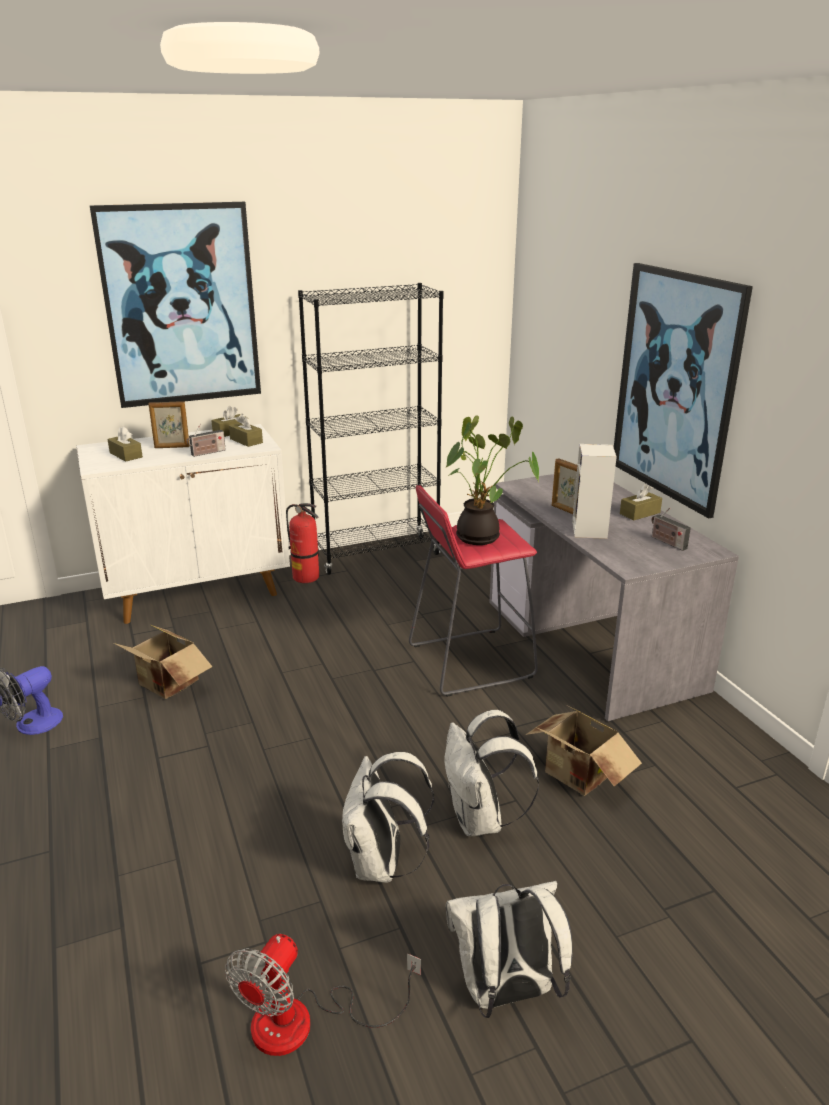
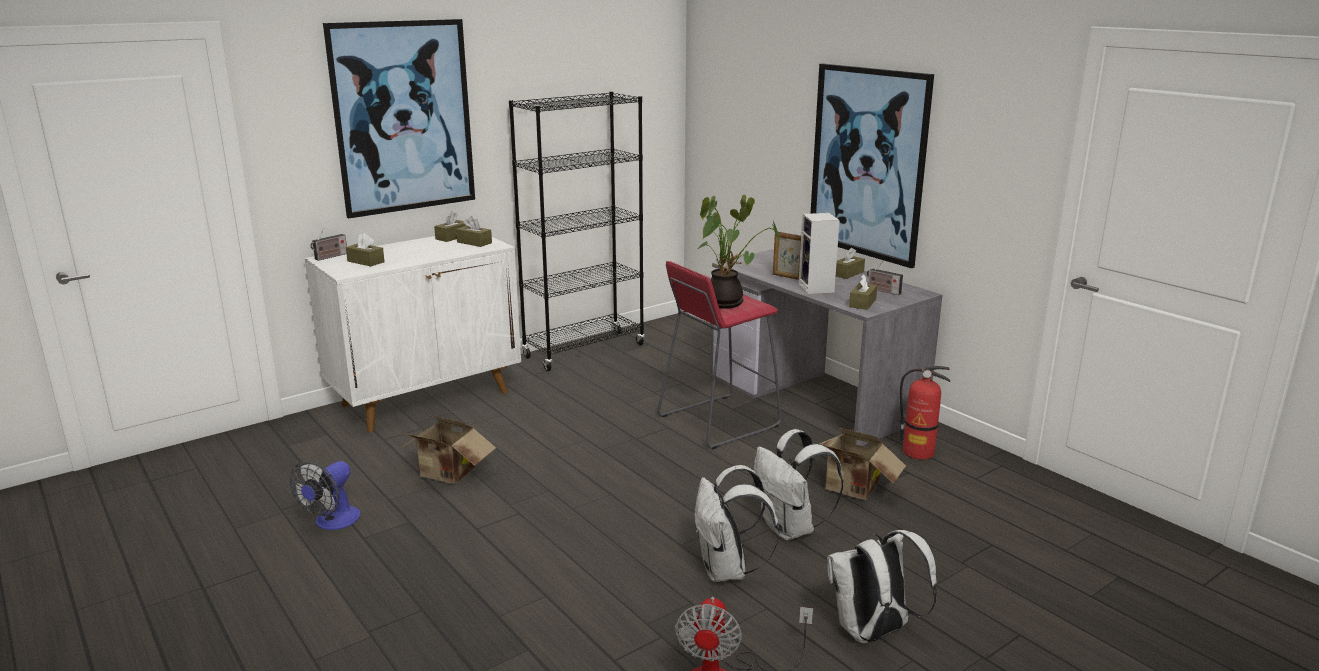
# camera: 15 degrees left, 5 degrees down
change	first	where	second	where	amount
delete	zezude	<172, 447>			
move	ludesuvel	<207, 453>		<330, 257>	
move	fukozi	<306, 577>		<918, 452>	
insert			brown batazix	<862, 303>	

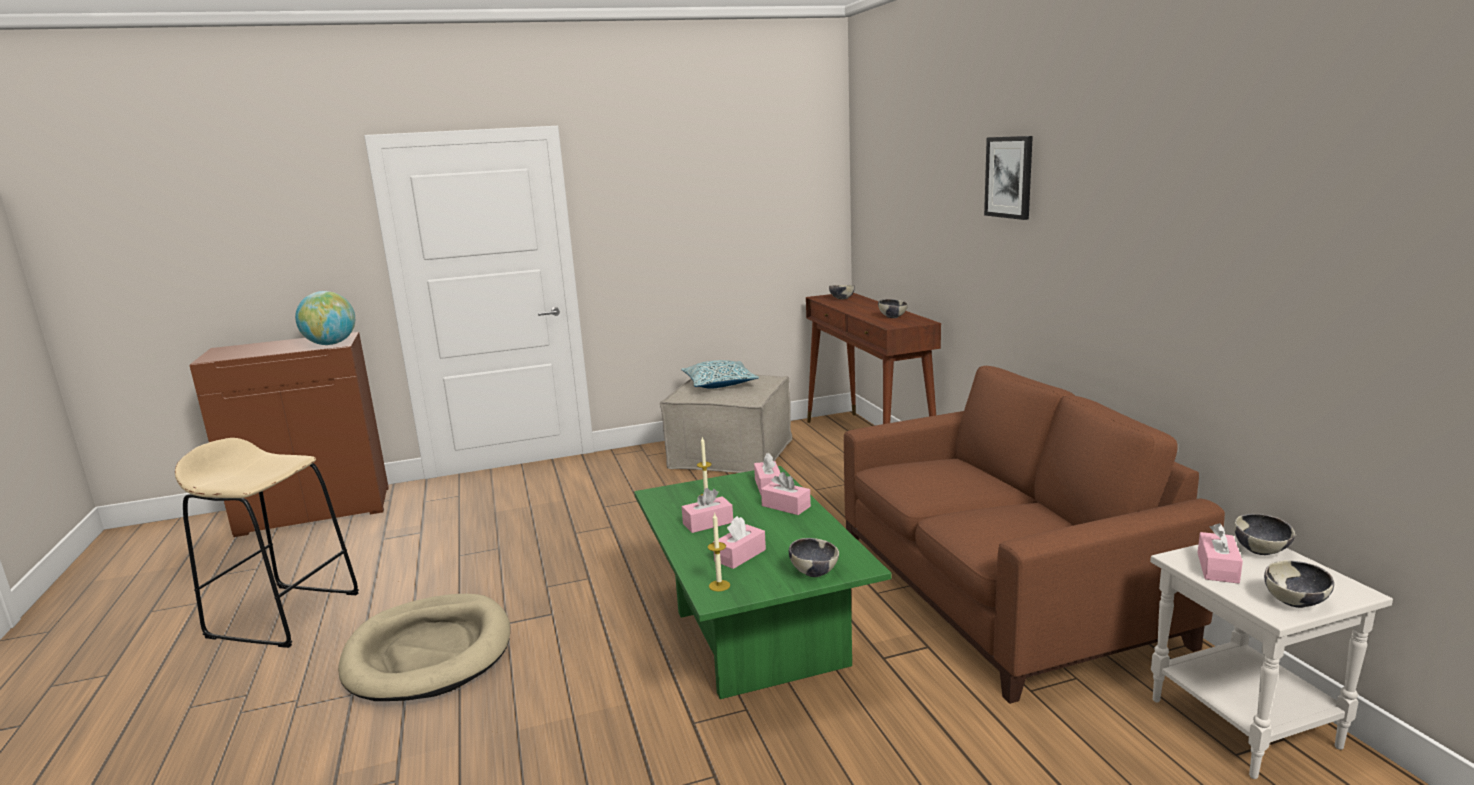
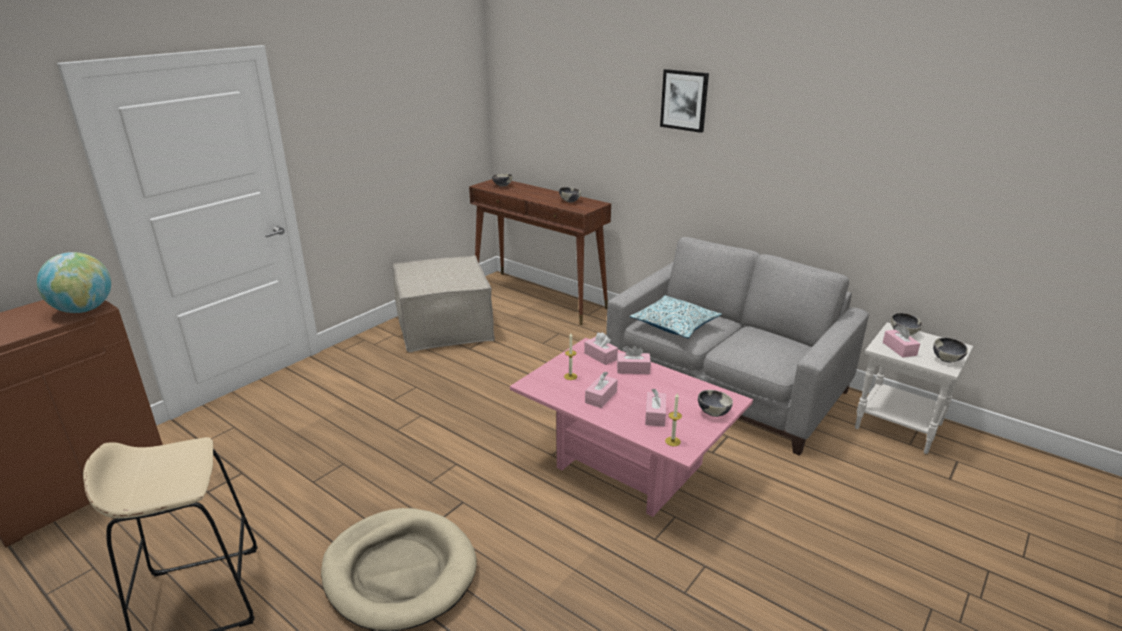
# camera: 35 degrees left, 10 degrees up
change	first	where	second	where	amount
recolor	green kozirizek	<753, 638>	pink kozirizek	<625, 467>	
move	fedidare	<719, 384>		<675, 325>	
recolor	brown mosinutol	<998, 588>	grey mosinutol	<724, 385>	

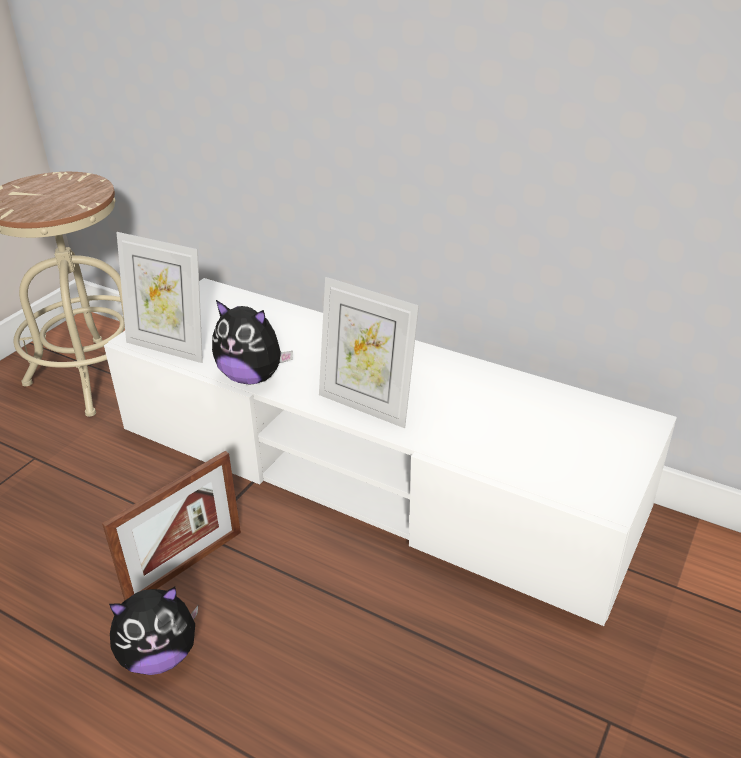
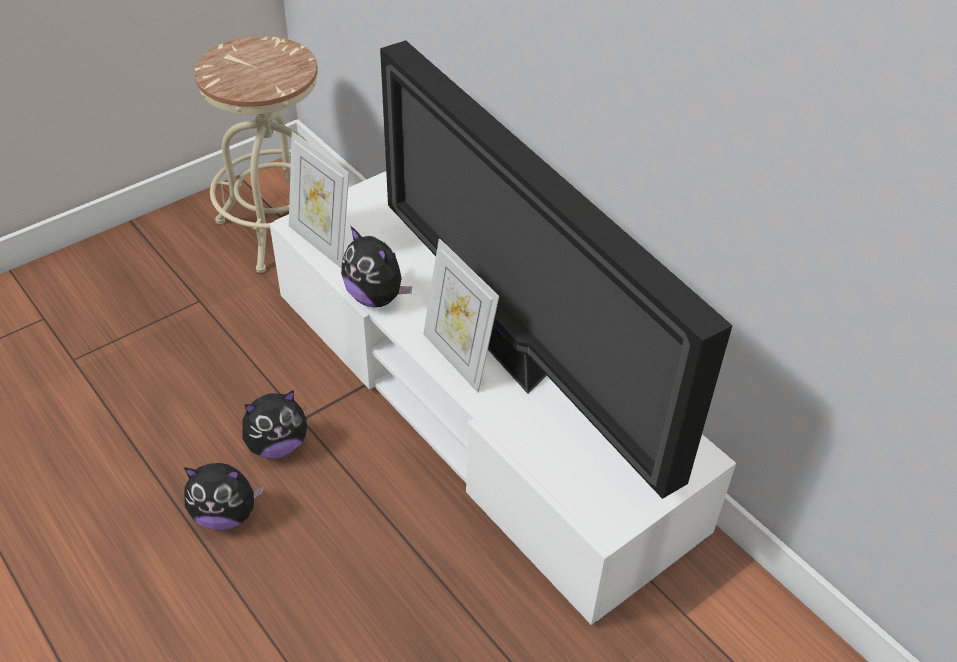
# camera: 20 degrees right, 10 degrees up
change	first	where	second	where	amount
replace	zezude	<185, 566>	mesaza	<277, 445>	
insert			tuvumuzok	<514, 360>	

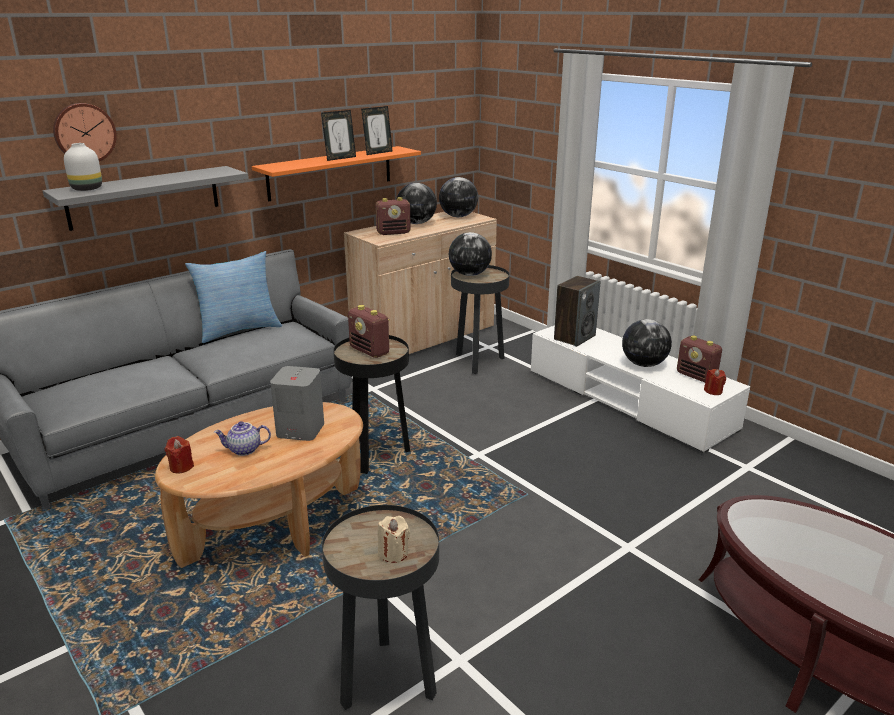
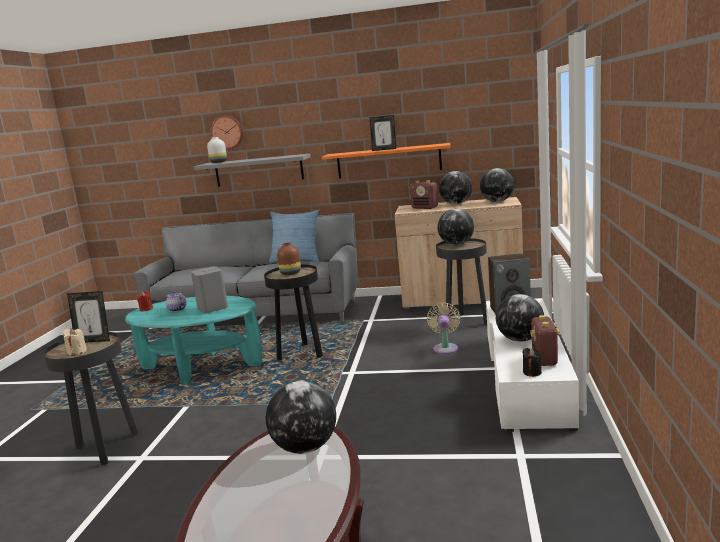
# camera: 50 degrees right, 10 degrees down
change	first	where	second	where	amount
recolor	brown kozirizek	<274, 526>	turquoise kozirizek	<201, 368>	
replace	ludesuvel	<370, 351>	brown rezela	<291, 273>	
move	zezude	<378, 152>		<94, 340>	
recolor	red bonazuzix	<713, 391>	black bonazuzix	<532, 372>	
insert			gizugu	<305, 447>	
insert			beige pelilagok	<445, 348>	

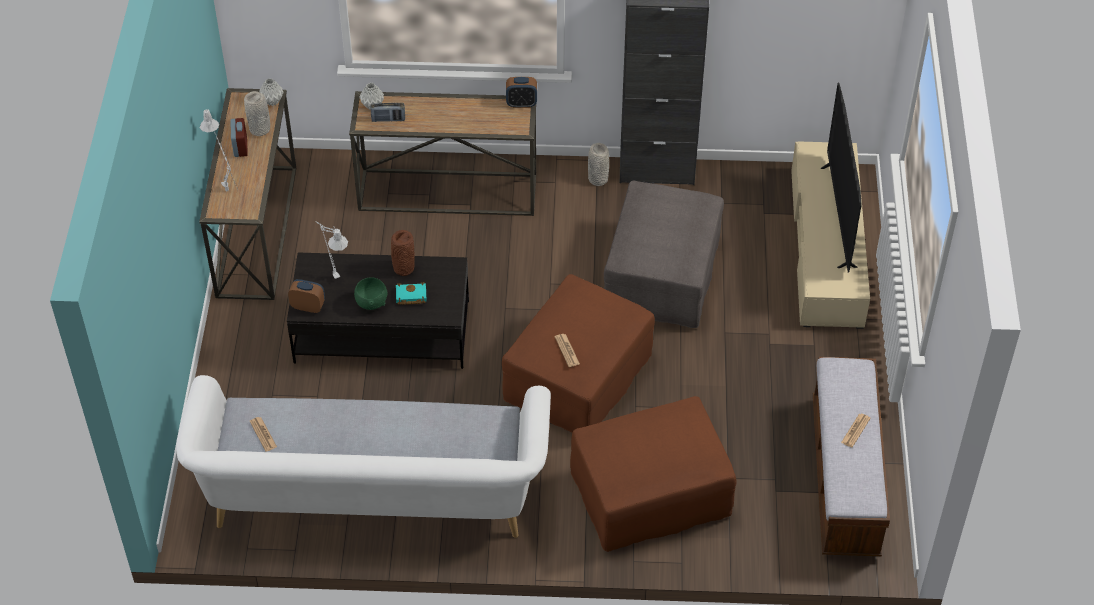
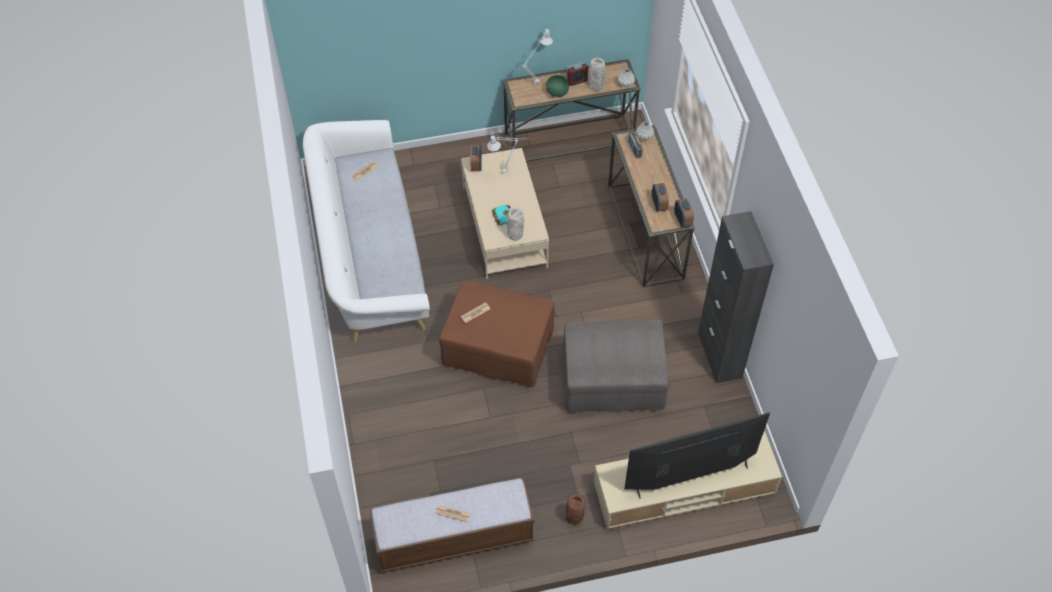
# camera: 75 degrees right, 5 degrees up
change	first	where	second	where	amount
recolor	black kozirizek	<382, 332>	beige kozirizek	<504, 227>	
move	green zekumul	<371, 302>		<557, 93>	
move	brown rezela	<403, 268>		<574, 517>	
delete	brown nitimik	<650, 495>			
move	grey rezela	<598, 180>		<514, 235>	
insert			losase	<658, 205>	

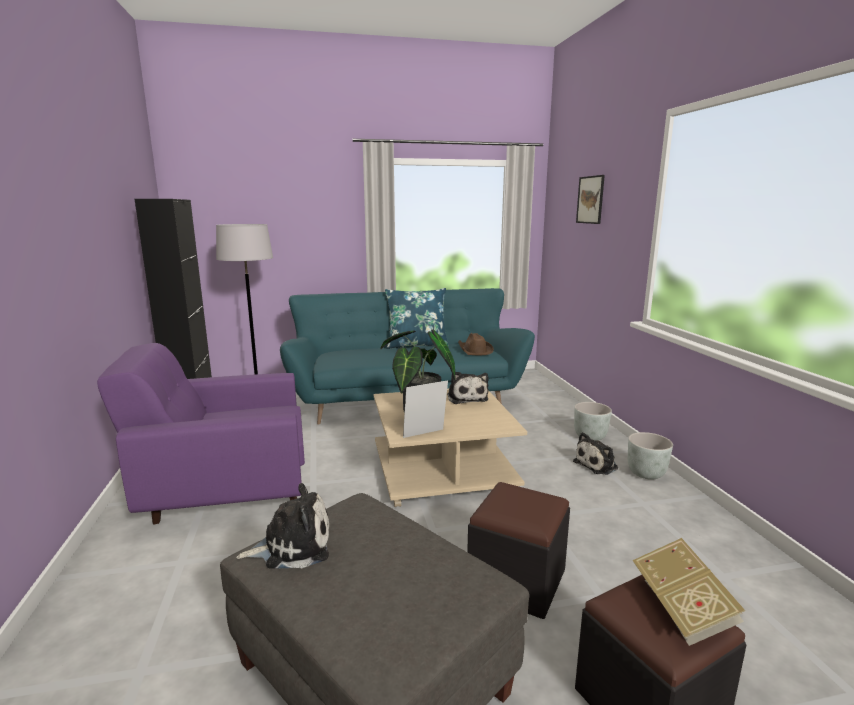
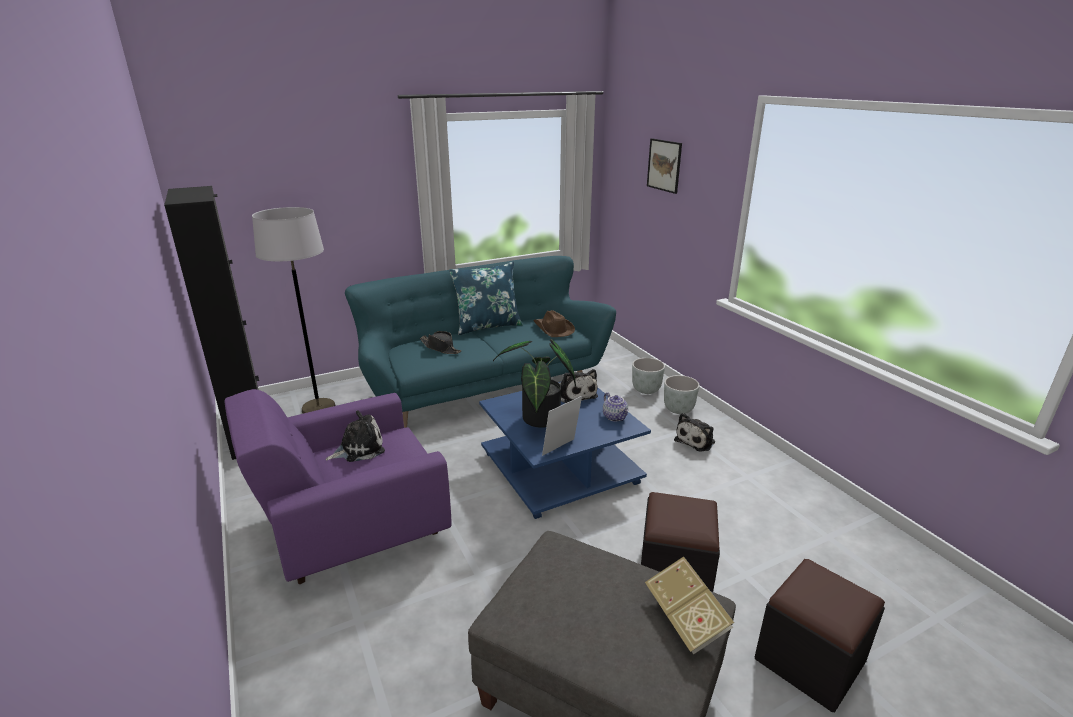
# camera: 15 degrees left, 10 degrees up
change	first	where	second	where	amount
move	mesaza	<293, 546>		<359, 448>	
recolor	beige kozirizek	<444, 469>	blue kozirizek	<560, 467>	
move	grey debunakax	<646, 474>		<646, 390>	
move	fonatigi	<682, 609>		<686, 619>	
insert			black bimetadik	<440, 348>	
insert			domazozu	<615, 417>	

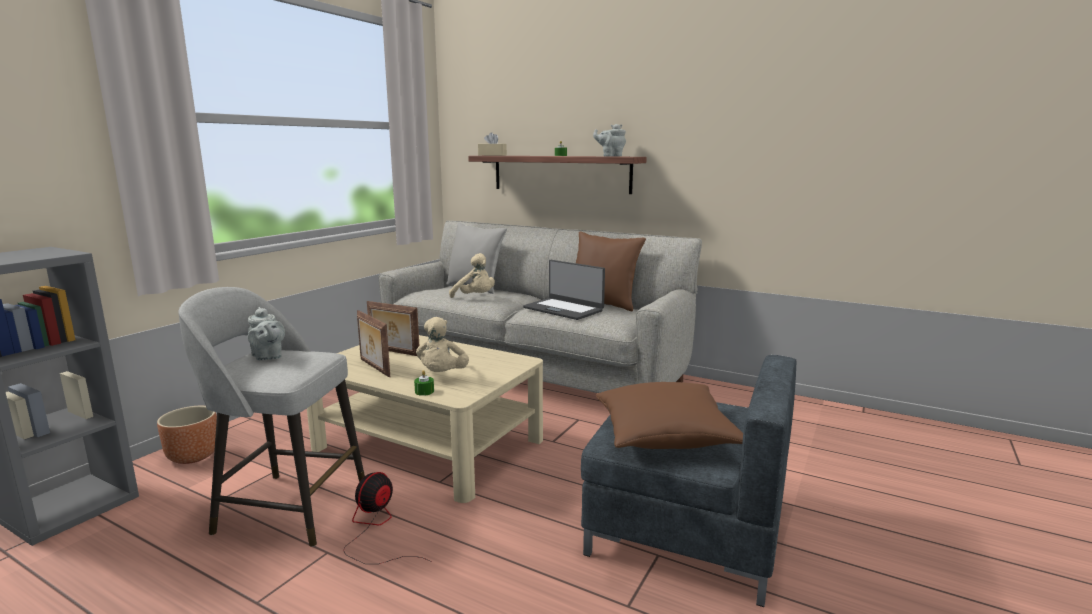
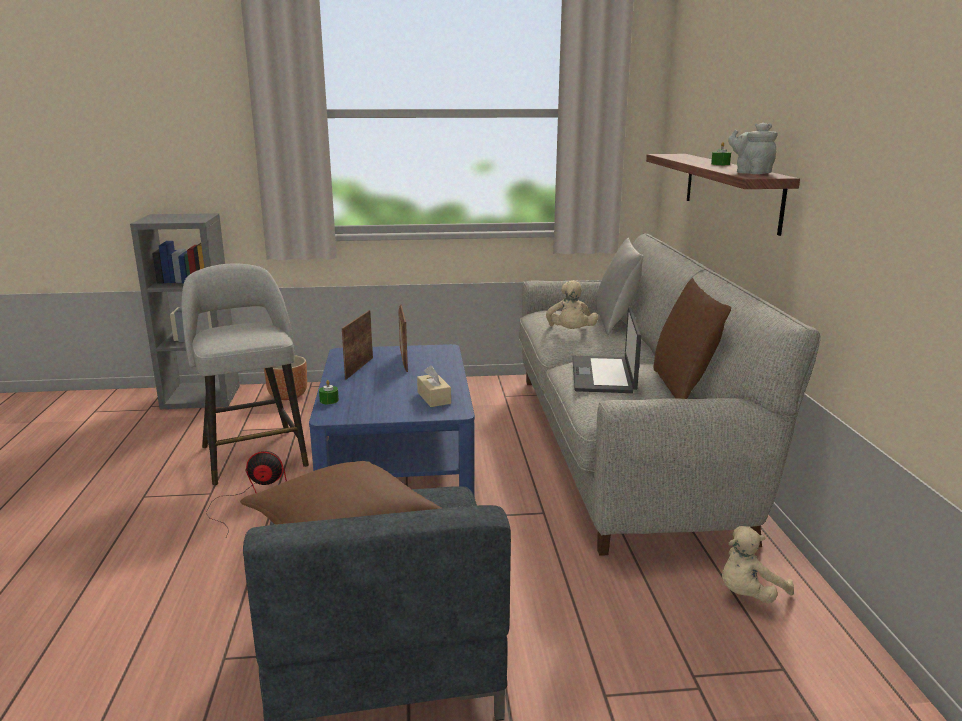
# camera: 55 degrees right, 5 degrees up
change	first	where	second	where	amount
delete	grey domazozu	<267, 357>			
recolor	beige kozirizek	<429, 444>	blue kozirizek	<397, 462>	
move	beige mesaza	<442, 375>		<748, 595>	
move	beige batazix	<492, 155>		<434, 398>	

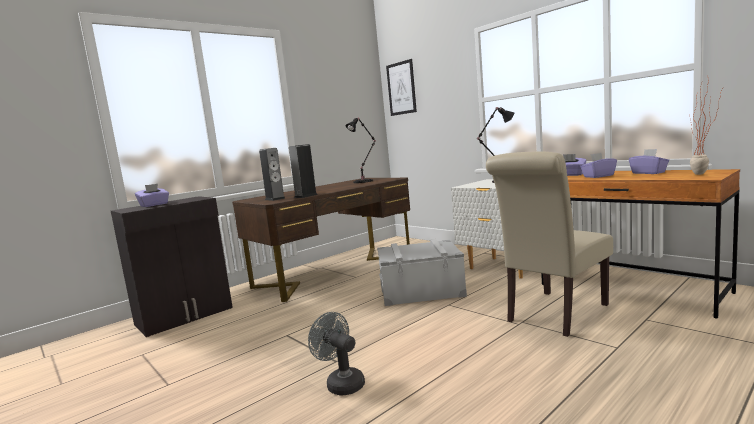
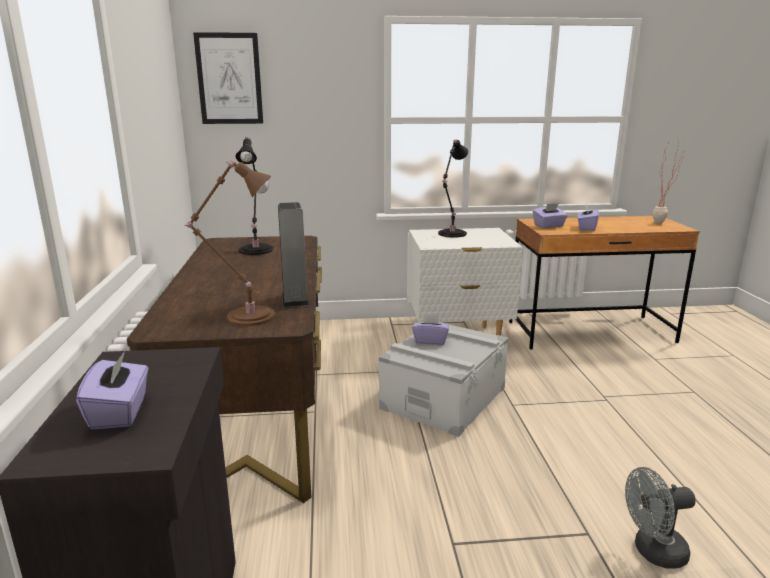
# camera: 55 degrees left, 10 degrees up
change	first	where	second	where	amount
replace	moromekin	<275, 199>	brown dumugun	<247, 316>	
delete	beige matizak	<553, 314>			
move	purple batazix	<648, 173>		<430, 341>	

